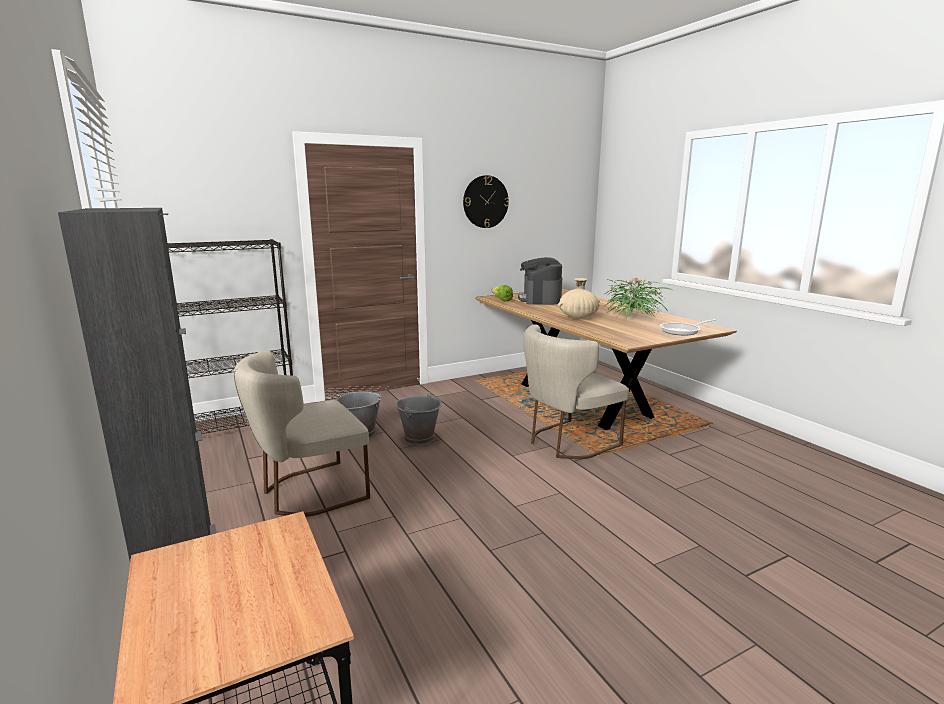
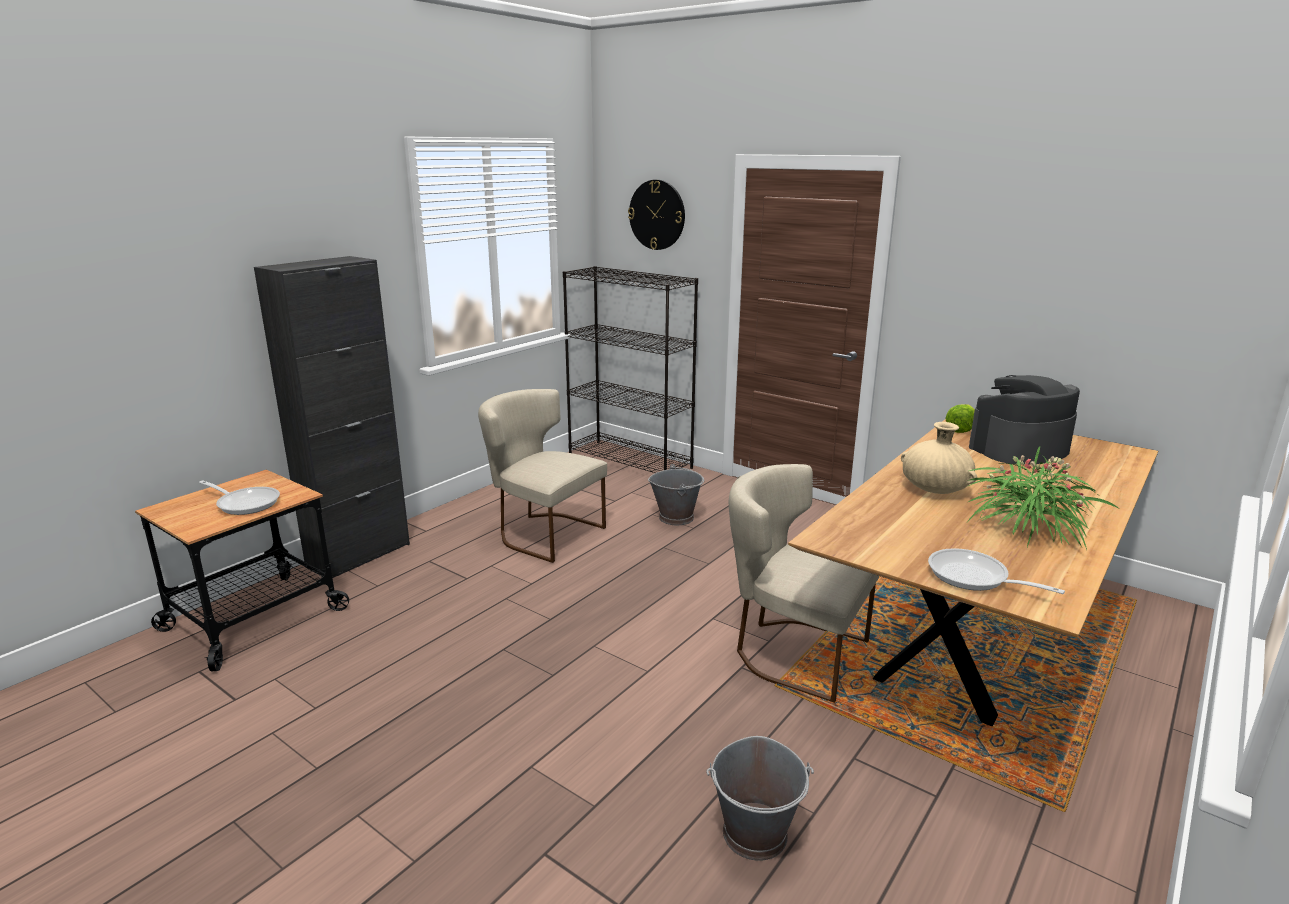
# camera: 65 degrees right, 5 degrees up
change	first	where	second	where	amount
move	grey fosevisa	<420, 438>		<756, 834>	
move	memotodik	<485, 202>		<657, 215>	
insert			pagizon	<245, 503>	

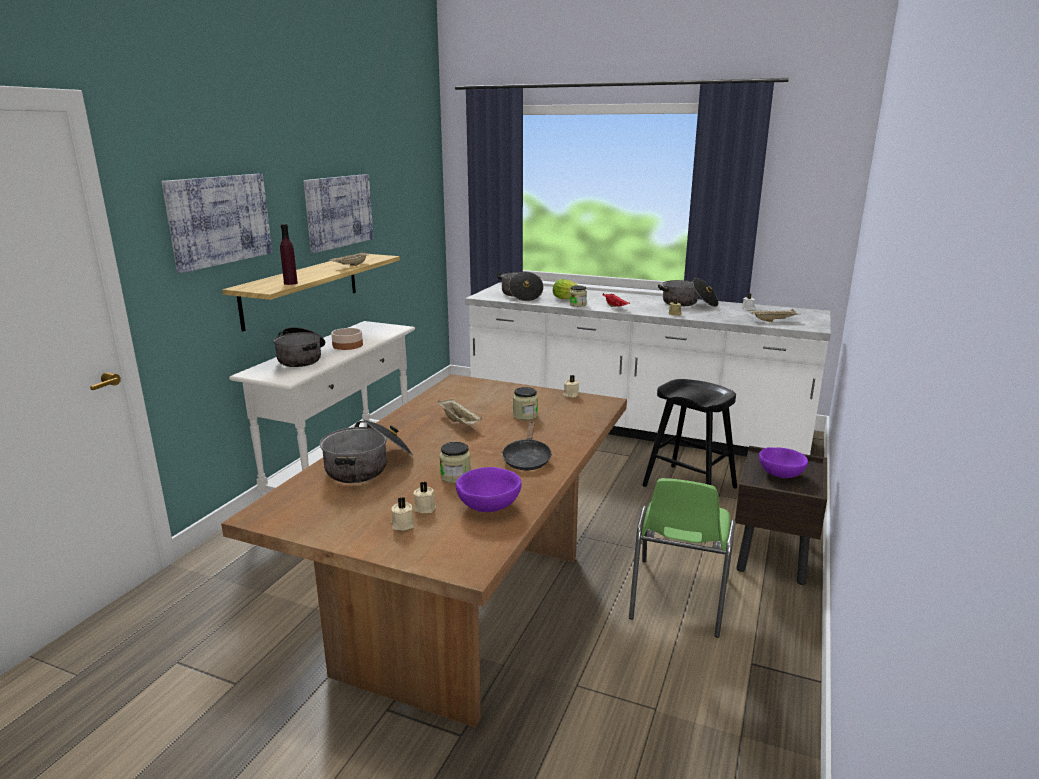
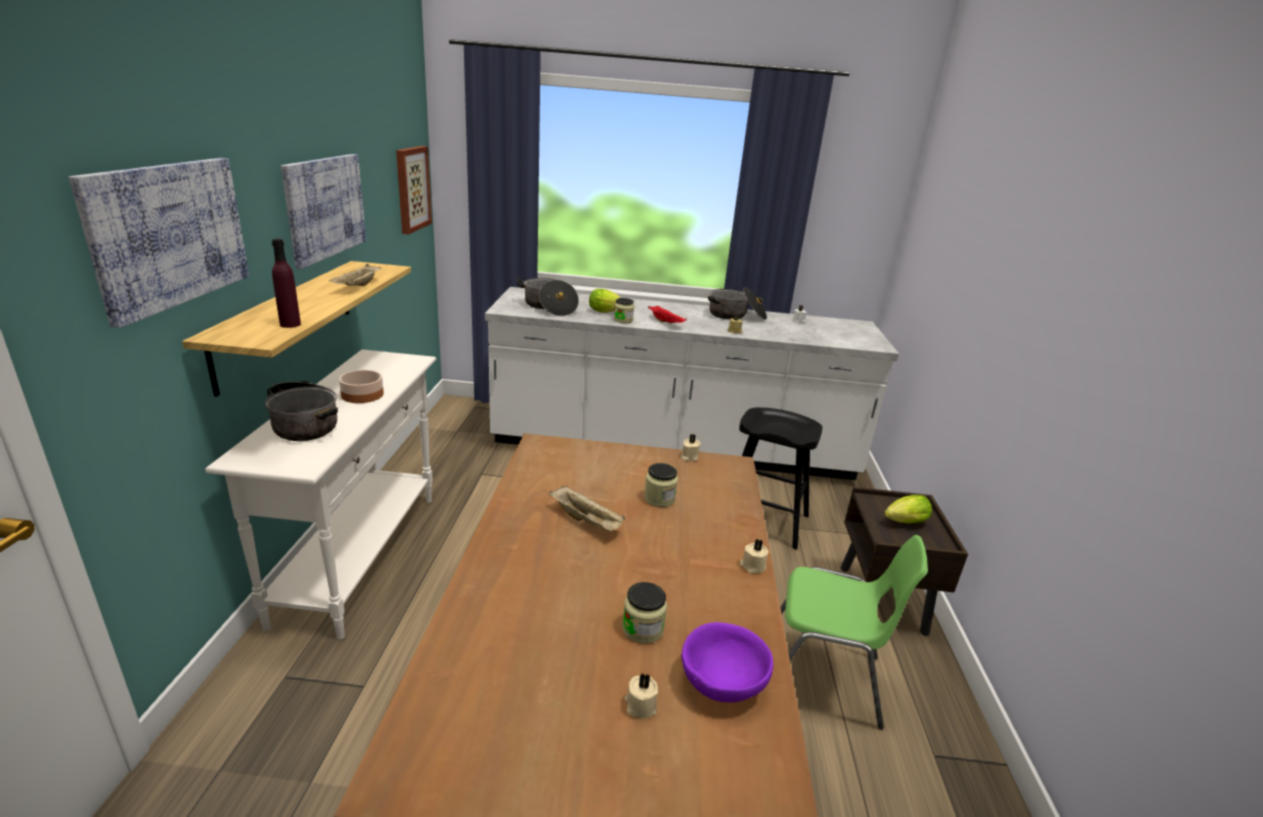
# camera: 20 degrees left, 5 degrees up
change	first	where	second	where	amount
delete	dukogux	<368, 466>			
move	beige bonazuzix	<402, 524>		<752, 566>	
delete	black pagizon	<527, 459>			
rotate	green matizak	<678, 597>		<822, 677>	75 degrees counterclockwise
delete	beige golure	<773, 321>			
replace	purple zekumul	<781, 474>	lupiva	<903, 523>	
insert			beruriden	<412, 189>	

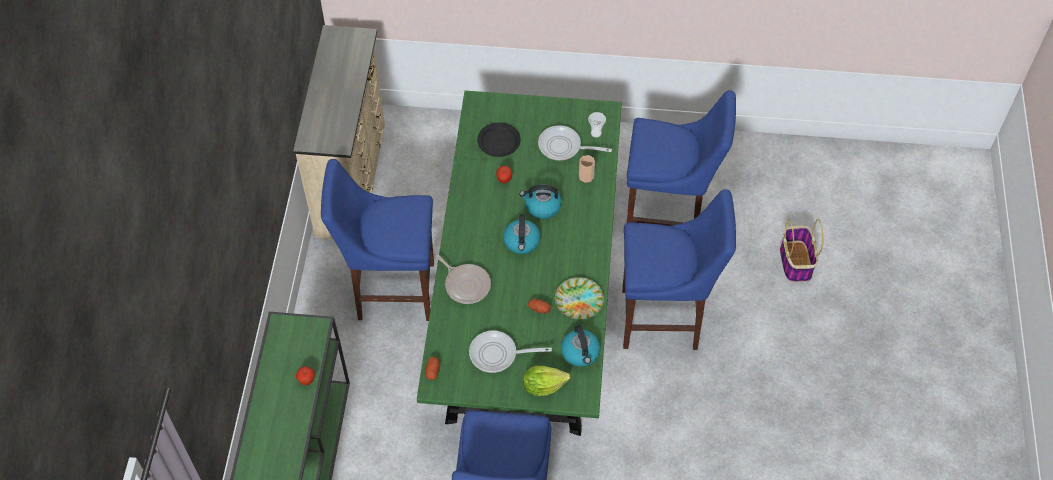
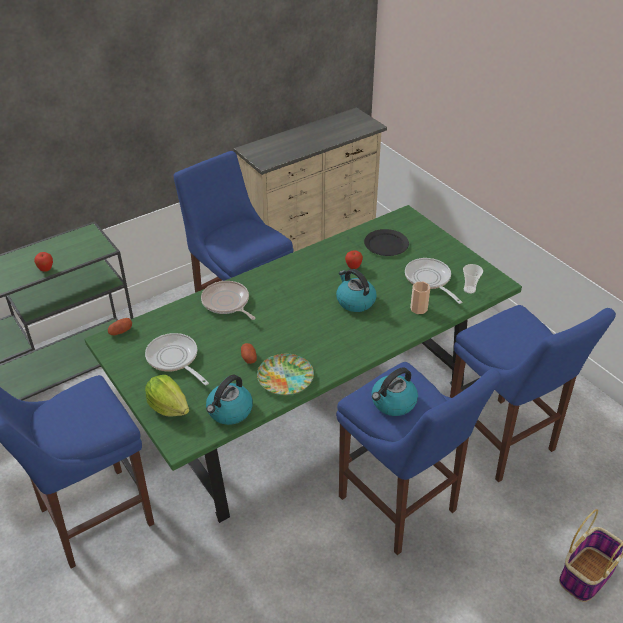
# camera: 50 degrees right, 15 degrees down
change	first	where	second	where	amount
rotate	pagizon	<466, 284>		<227, 303>	135 degrees clockwise
move	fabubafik	<522, 242>		<393, 403>	

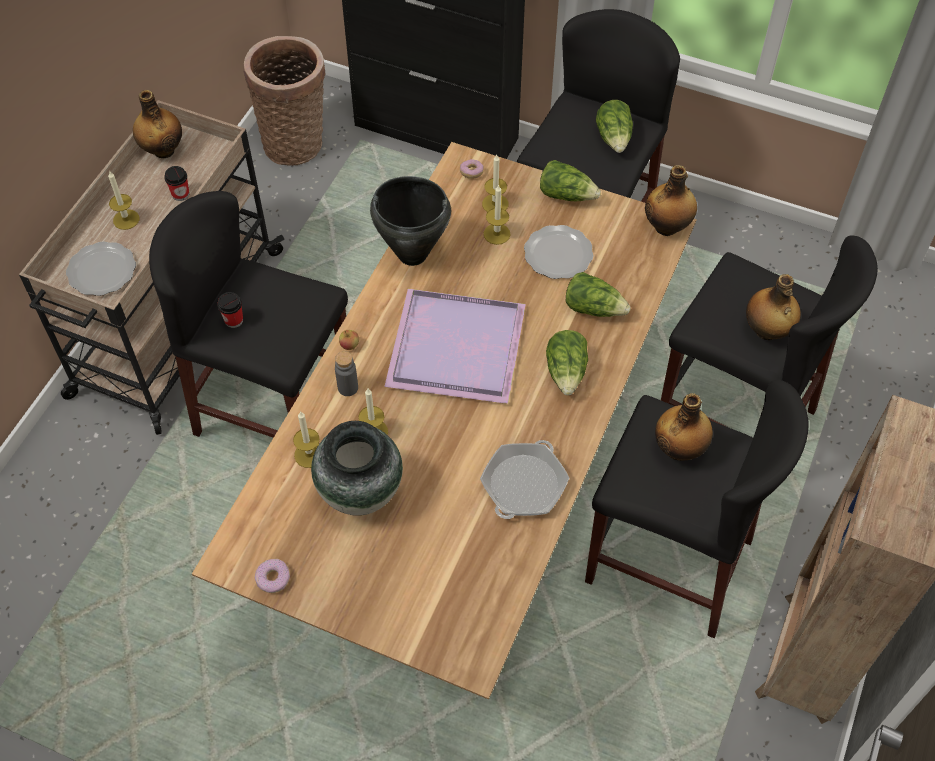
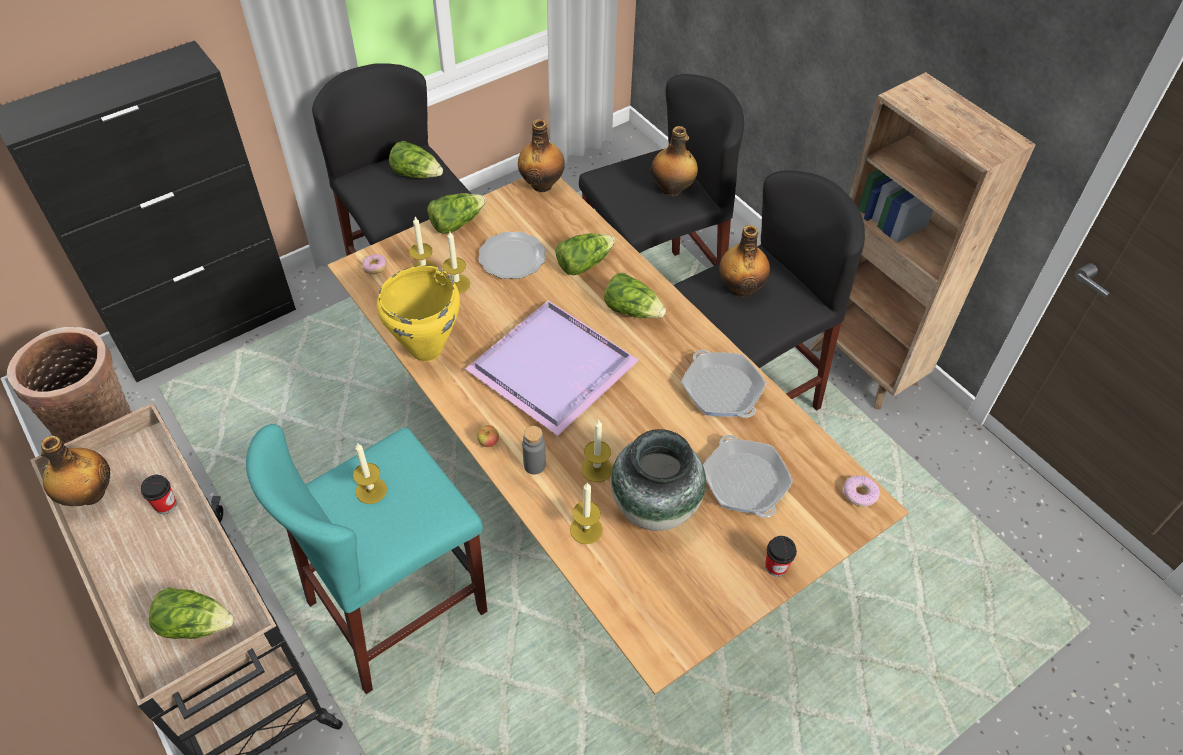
# camera: 60 degrees left, 5 degrees down
change	first	where	second	where	amount
replace	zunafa	<102, 270>	lupiva	<195, 623>	
move	bonazuzix	<126, 219>		<371, 490>	
recolor	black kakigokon	<275, 412>	turquoise kakigokon	<398, 607>	
move	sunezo	<234, 320>		<776, 566>	
move	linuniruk	<273, 578>		<860, 494>	
recolor	black dukogux	<412, 253>	yellow dukogux	<425, 349>	
insert			pagizon	<745, 482>	

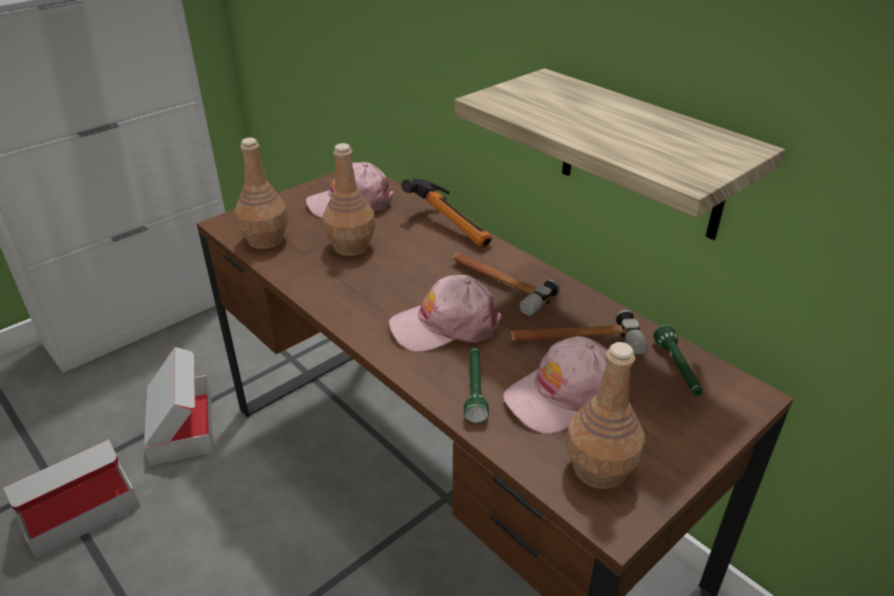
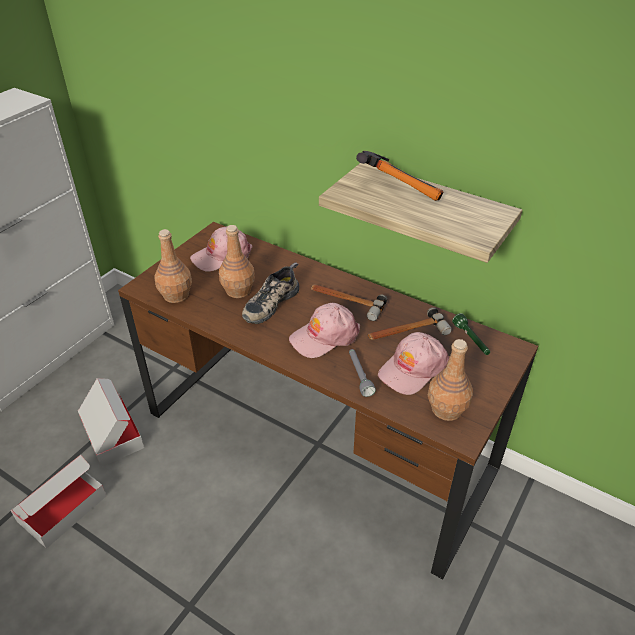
# camera: 15 degrees left, 5 degrees up
change	first	where	second	where	amount
move	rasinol	<454, 226>		<401, 187>	
recolor	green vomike	<475, 389>	grey vomike	<359, 375>	
insert			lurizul	<270, 302>	

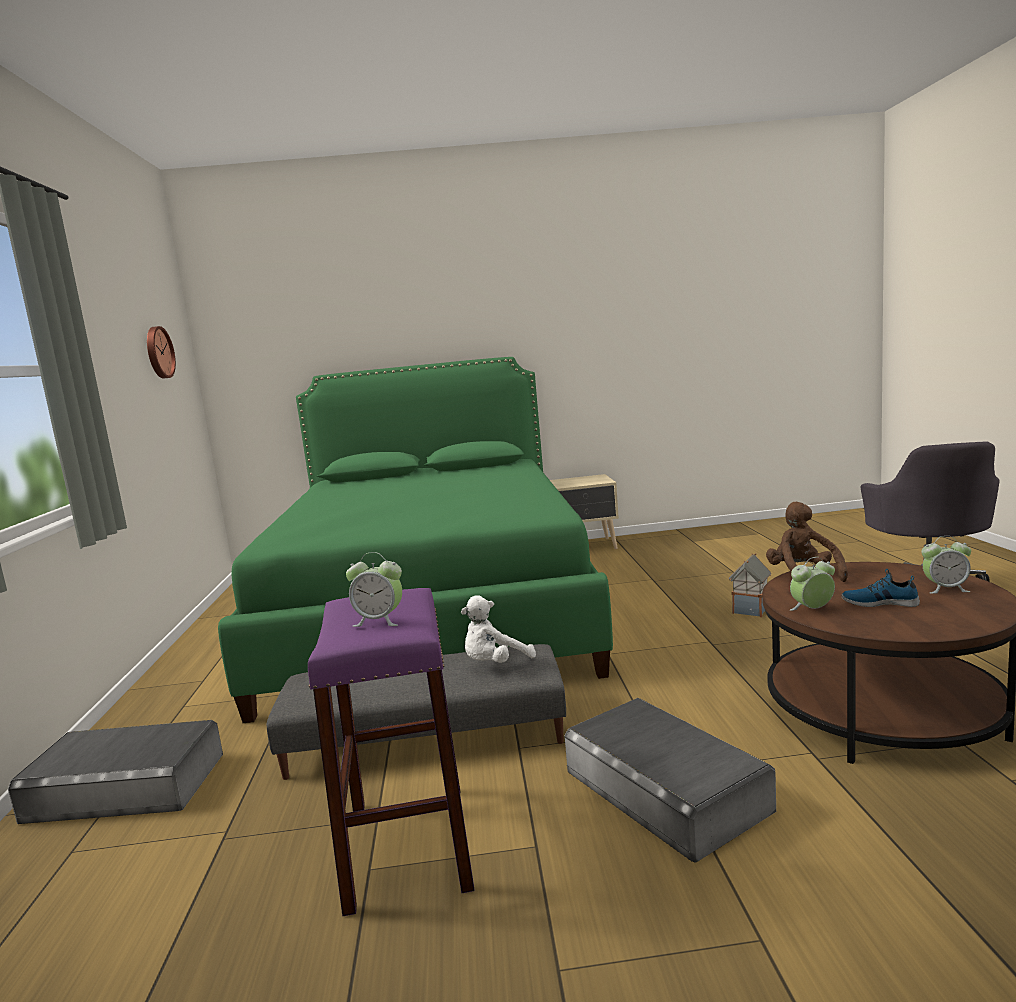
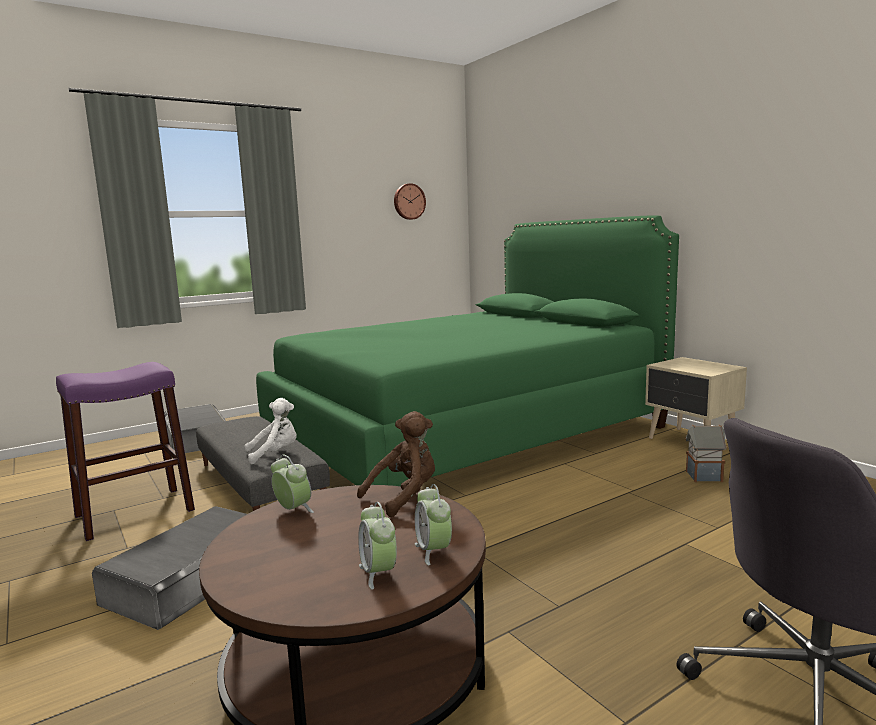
# camera: 60 degrees right, 0 degrees up
change	first	where	second	where	amount
move	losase	<379, 621>		<433, 551>	
rotate	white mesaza	<495, 664>		<275, 454>	135 degrees clockwise
move	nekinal	<750, 611>		<703, 476>	
delete	lurizul	<879, 602>			

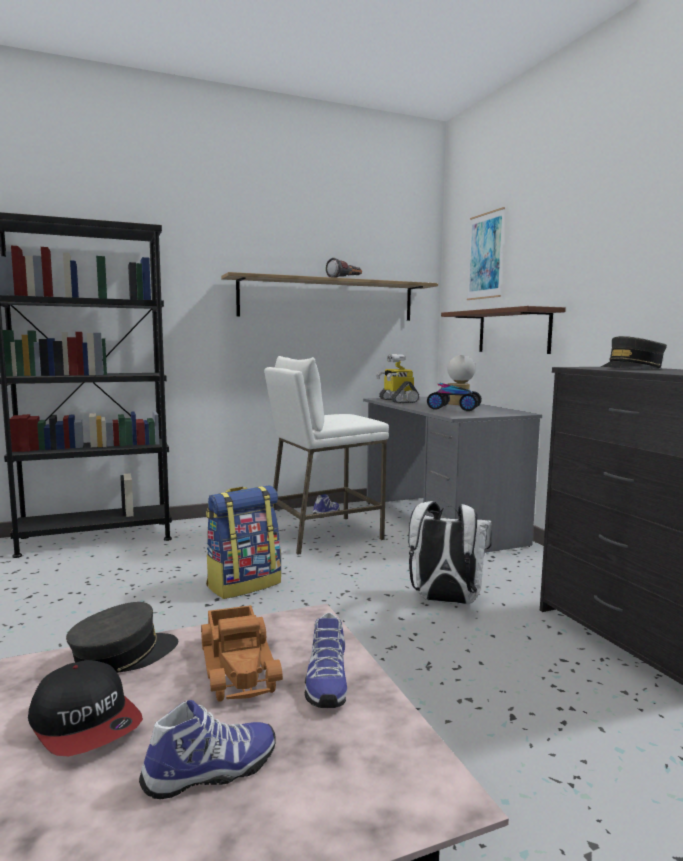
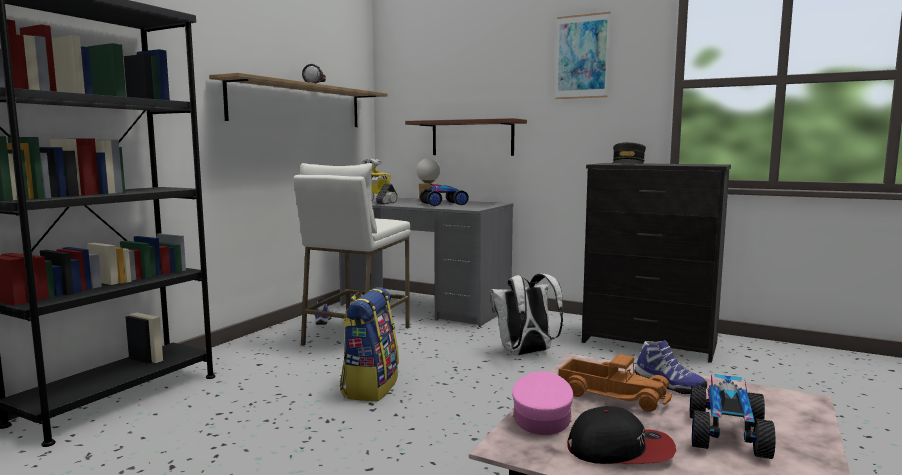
# camera: 40 degrees left, 0 degrees up
change	first	where	second	where	amount
recolor	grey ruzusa	<123, 655>	pink ruzusa	<541, 417>	
replace	lurizul	<212, 773>	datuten	<725, 435>	
move	beruriden	<485, 256>		<582, 57>	

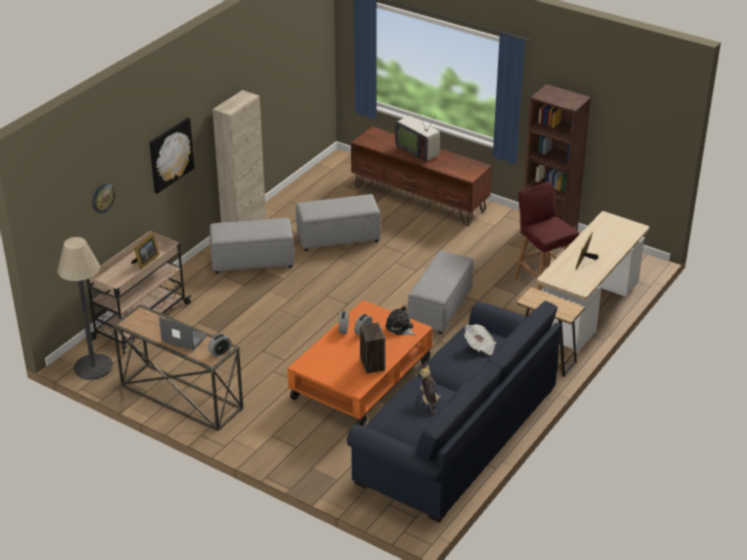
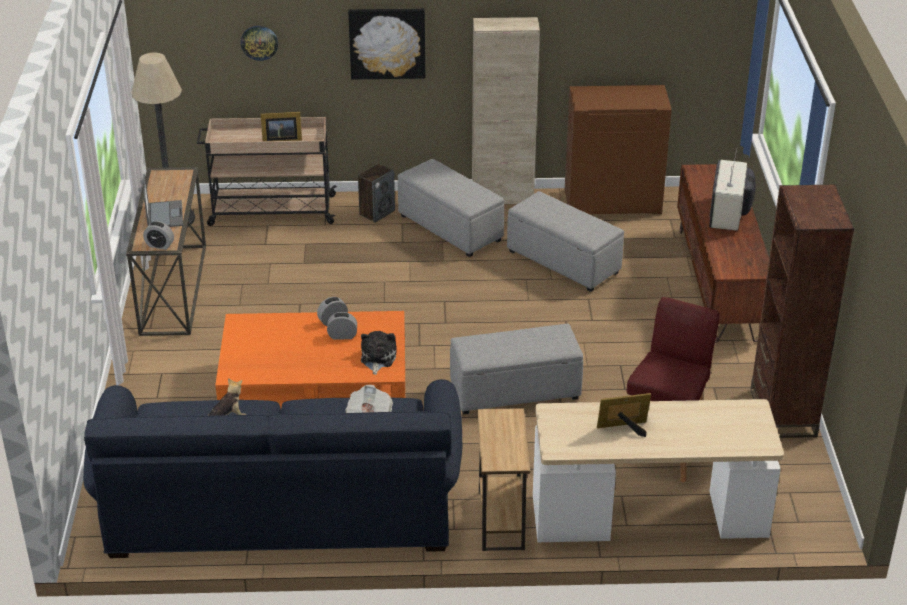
# camera: 55 degrees right, 0 degrees up
change	first	where	second	where	amount
move	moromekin	<372, 364>		<377, 212>	
insert			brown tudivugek	<613, 202>	

